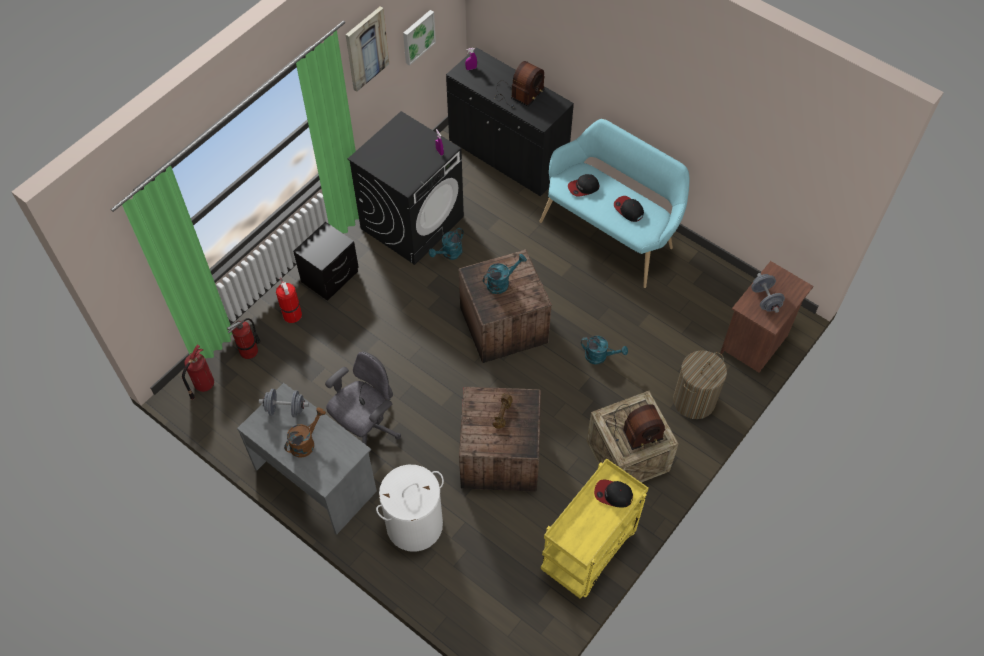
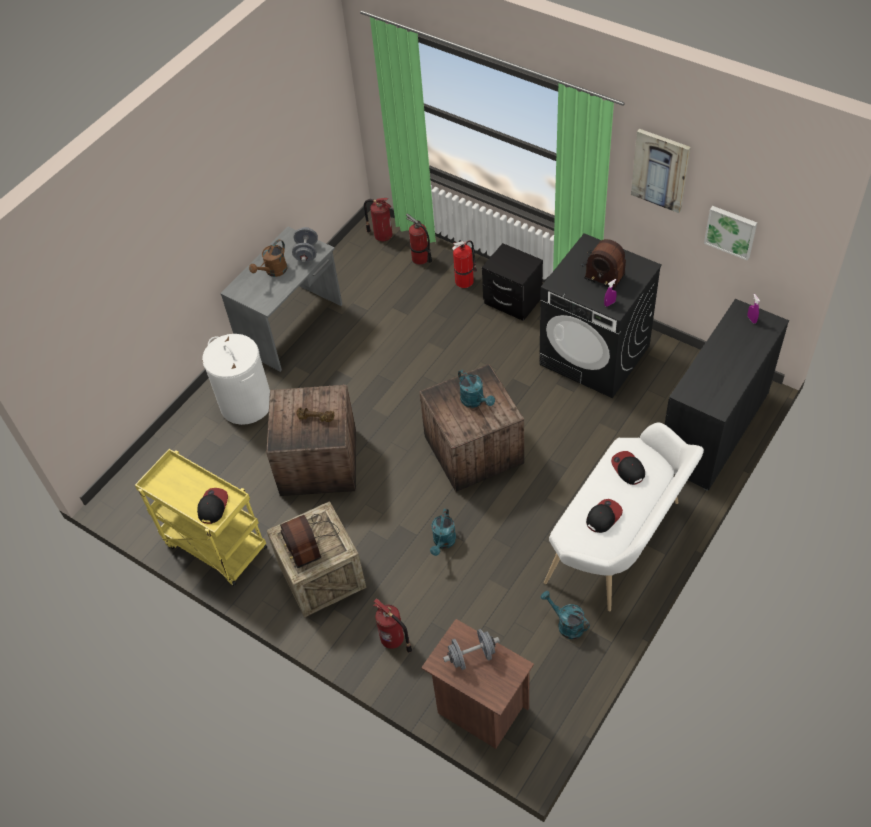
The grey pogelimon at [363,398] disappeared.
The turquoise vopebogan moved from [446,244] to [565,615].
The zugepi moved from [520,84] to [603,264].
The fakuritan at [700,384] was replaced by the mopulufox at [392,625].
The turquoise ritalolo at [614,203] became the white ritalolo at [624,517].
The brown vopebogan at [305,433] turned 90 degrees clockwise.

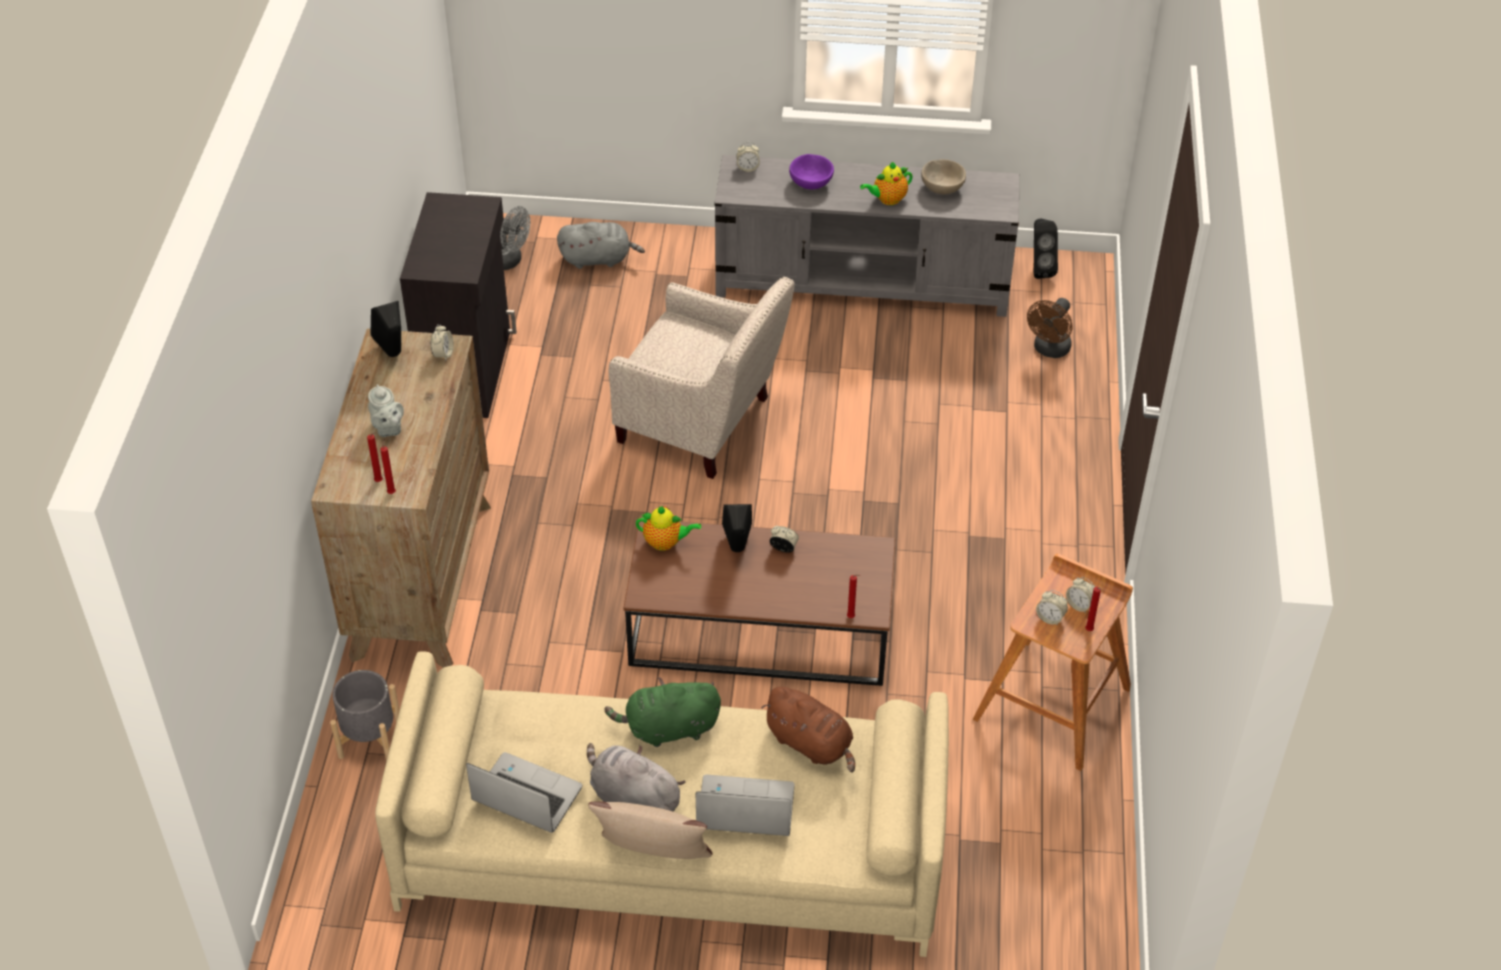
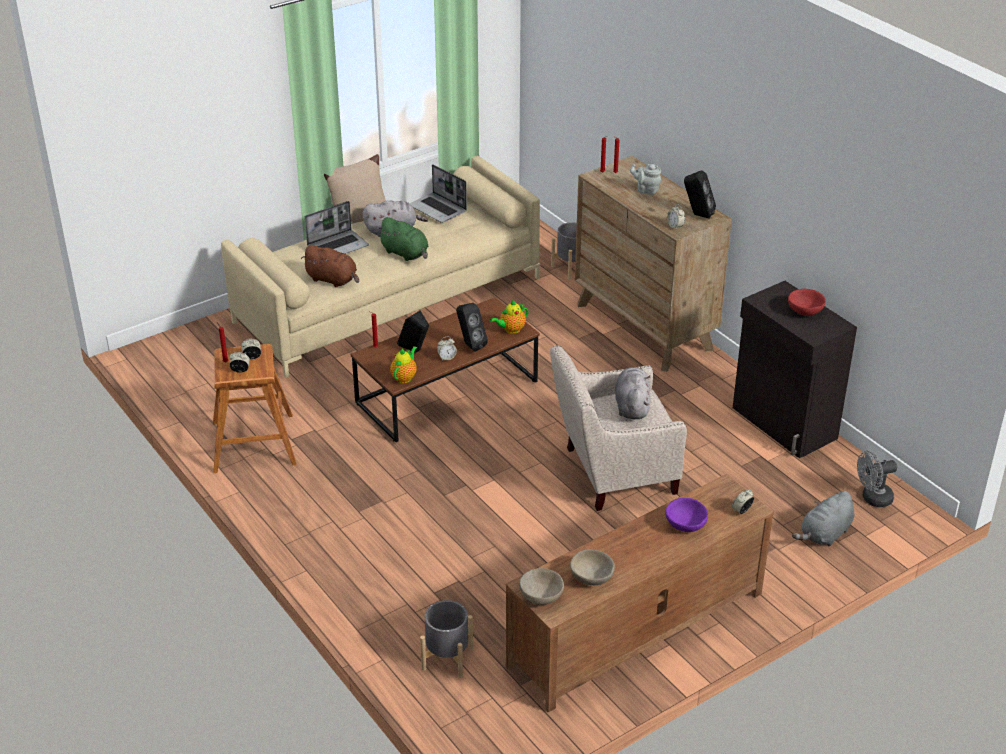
The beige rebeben at [541,586] appeared.
The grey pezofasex at [632,393] appeared.
The red rebeben at [807,302] appeared.
The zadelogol moved from [886,183] to [403,364].
The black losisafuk moved from [1046,249] to [413,331].
The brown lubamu at [1050,328] was replaced by the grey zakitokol at [446,639].
The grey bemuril at [866,236] became the brown bemuril at [640,593].
The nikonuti at [524,792] turned 60 degrees clockwise.
The green pezofasex at [662,712] turned 90 degrees clockwise.
The brown pezofasex at [808,730] turned 150 degrees counterclockwise.

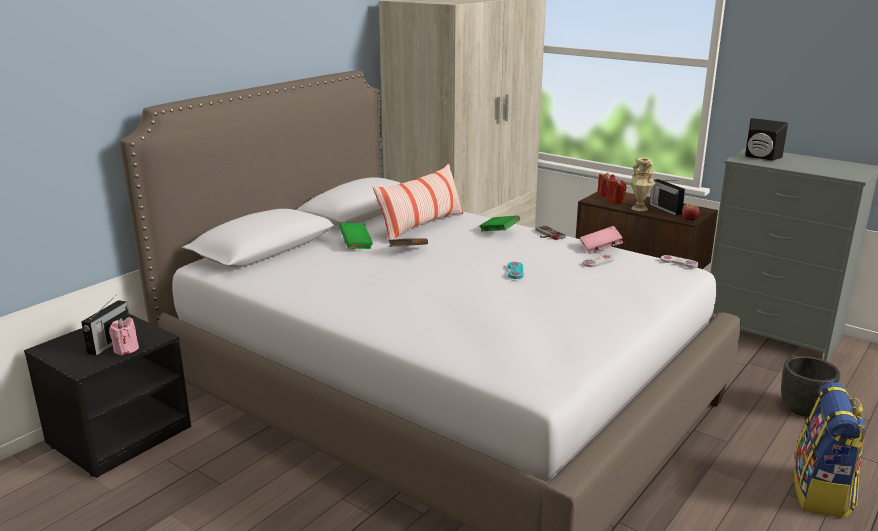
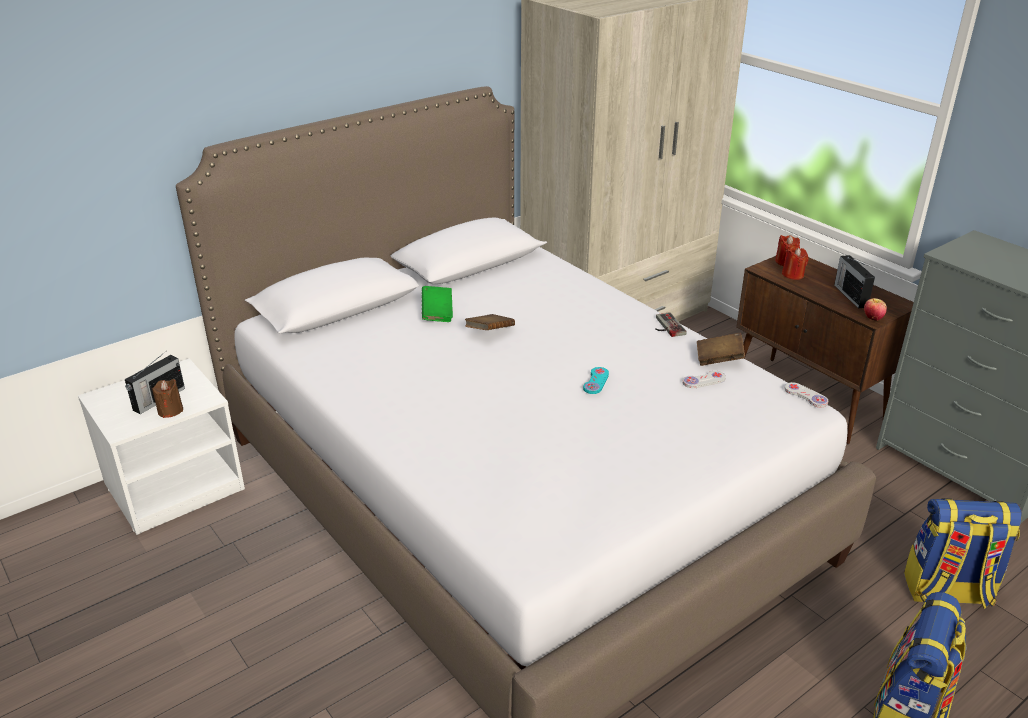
The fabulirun at [418,203] disappeared.
The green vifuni at [499,223] disappeared.
The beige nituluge at [642,184] disappeared.
The black losisafuk at [766,139] disappeared.
The black zakitokol at [810,386] was replaced by the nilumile at [963,553].
The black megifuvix at [107,396] became the white megifuvix at [161,446].
The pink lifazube at [124,336] became the brown lifazube at [167,398].
The pink vifuni at [601,240] became the brown vifuni at [721,349].

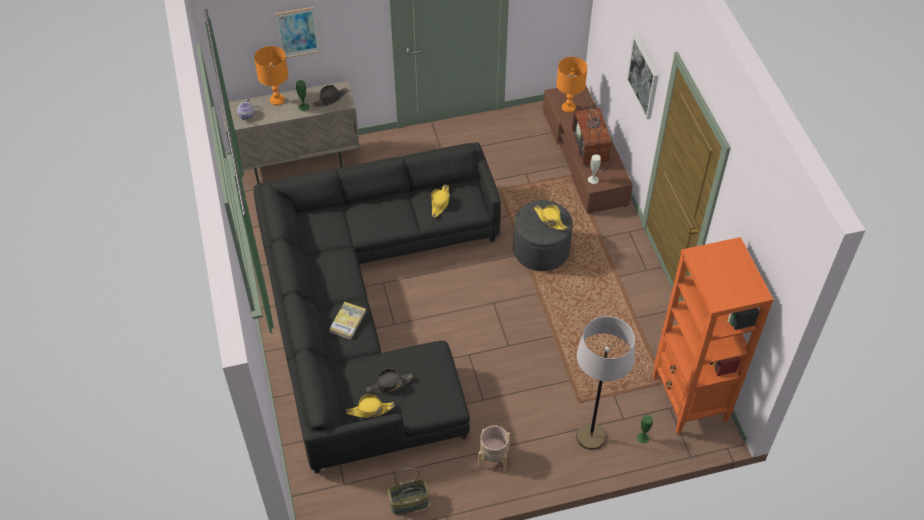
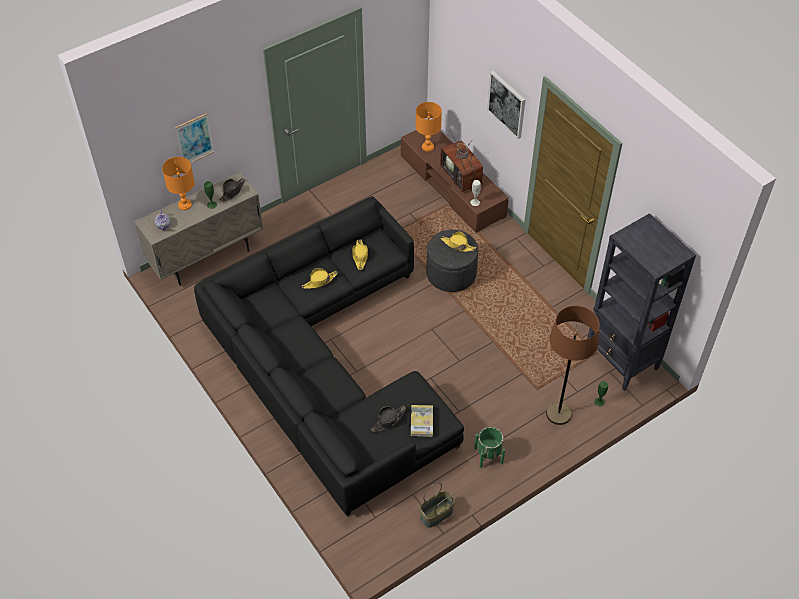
The vifuni moved from [347,320] to [422,421].
The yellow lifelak moved from [370,406] to [320,278].
The beige zakitokol at [494,449] became the green zakitokol at [489,447].
The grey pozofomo at [605,383] became the brown pozofomo at [573,365].
The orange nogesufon at [713,335] became the black nogesufon at [641,302].

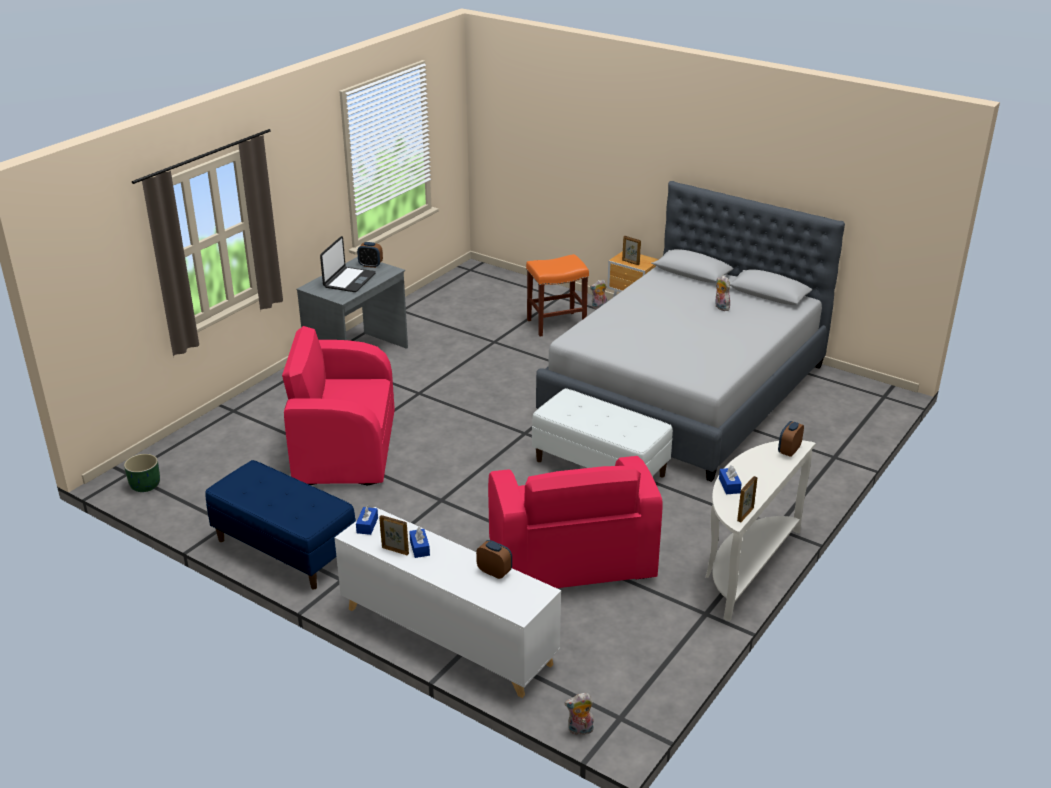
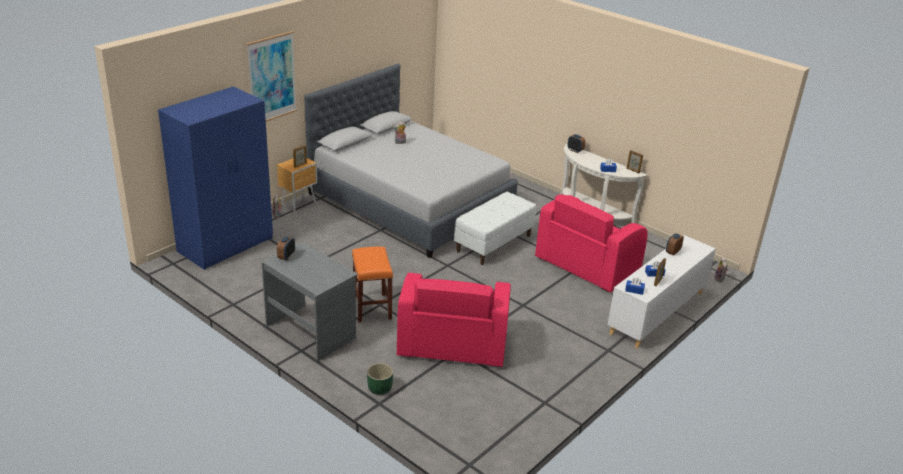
The blue ritalolo at [280,524] disappeared.
The nikonuti at [348,264] disappeared.
The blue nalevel at [215,178] appeared.
The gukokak at [271,76] appeared.
The green zakitokol moved from [142,473] to [380,379].
The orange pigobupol moved from [557,295] to [372,285].
The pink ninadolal at [575,522] turned 135 degrees clockwise.

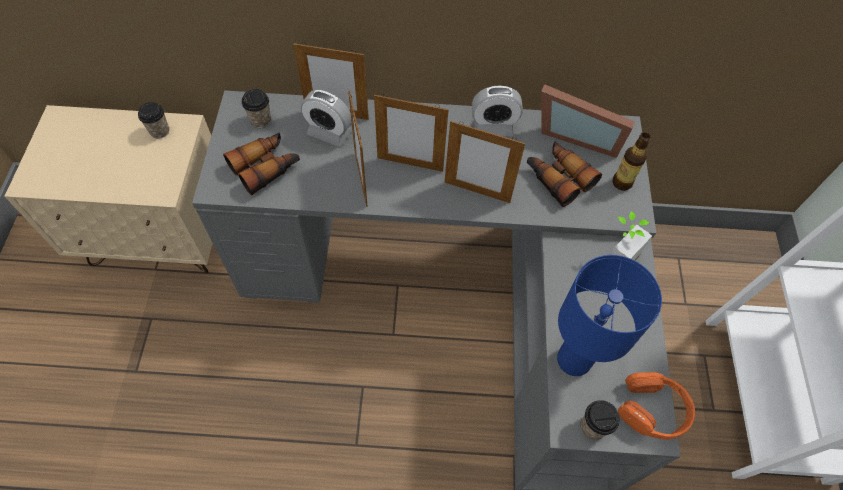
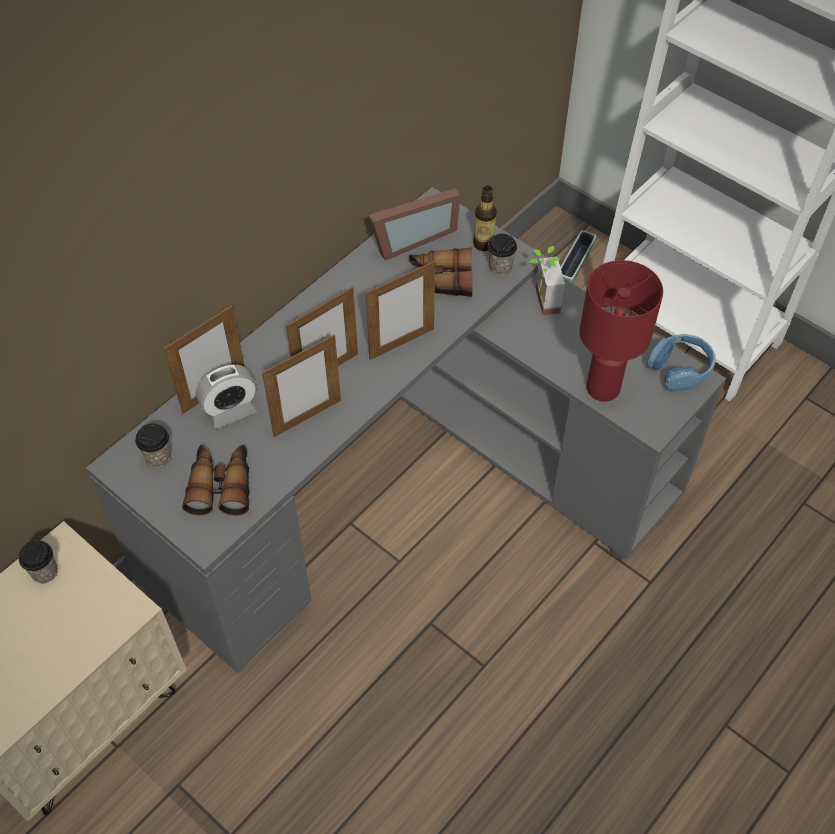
The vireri at [497,110] disappeared.
The zakitokol at [579,256] appeared.
The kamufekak moved from [600,420] to [502,255].
The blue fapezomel at [609,315] became the red fapezomel at [621,330].
The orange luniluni at [656,406] became the blue luniluni at [681,363].
The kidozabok at [358,148] turned 60 degrees counterclockwise.

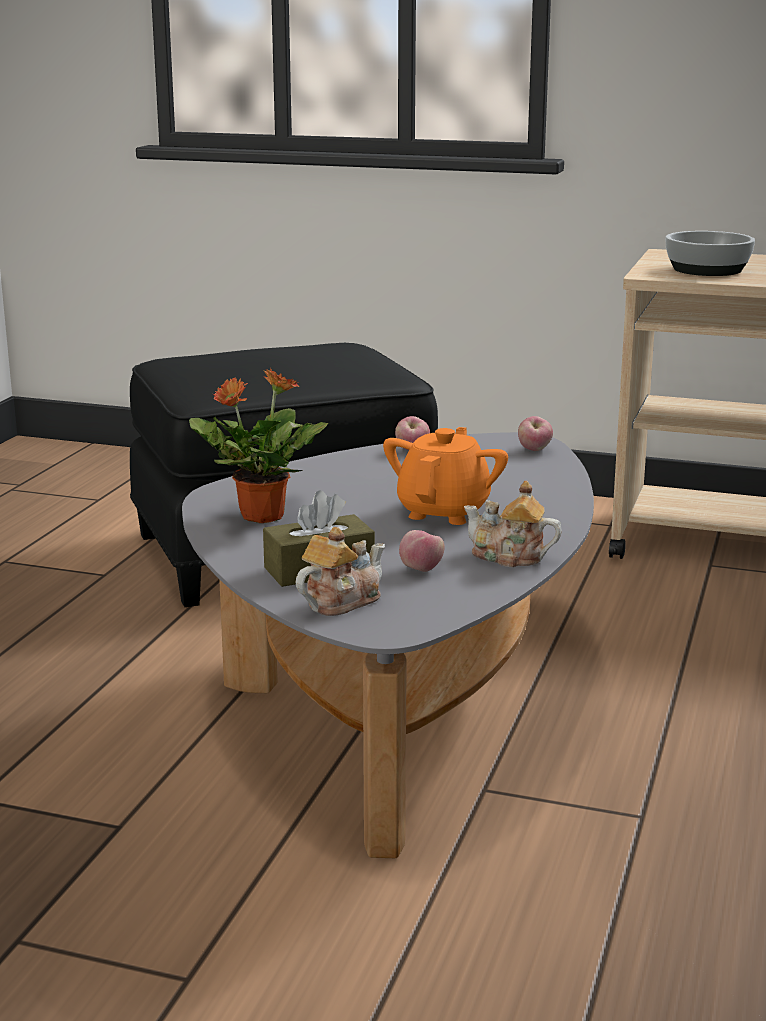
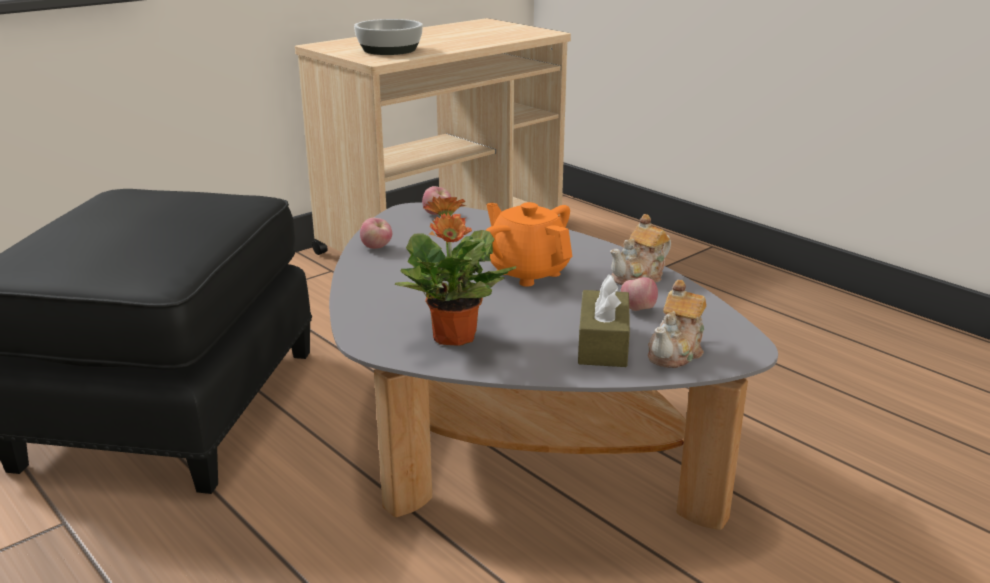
The zadelogol at [340,571] turned 135 degrees counterclockwise.

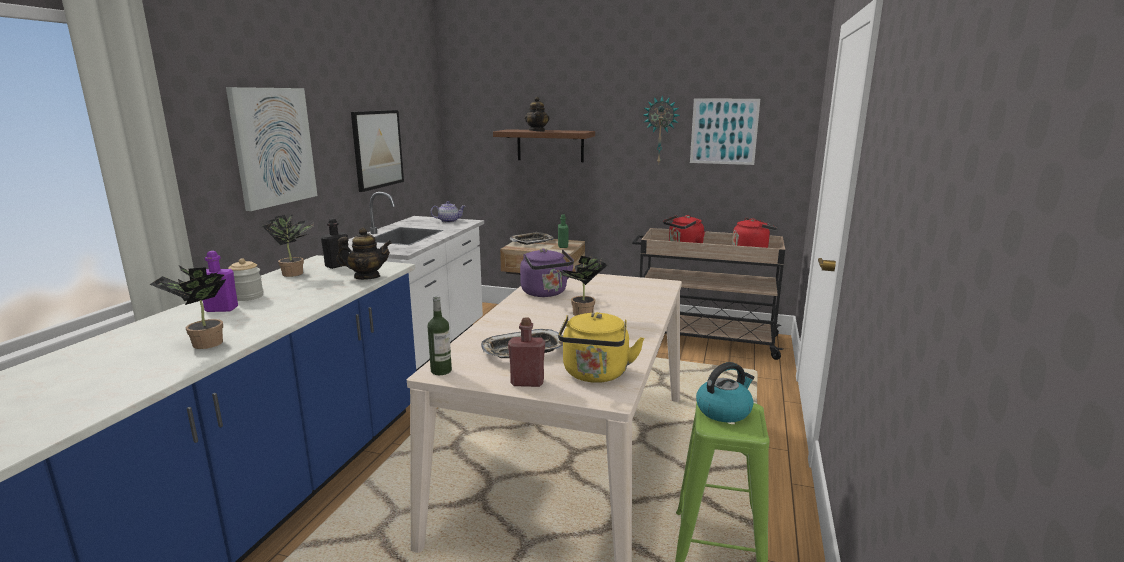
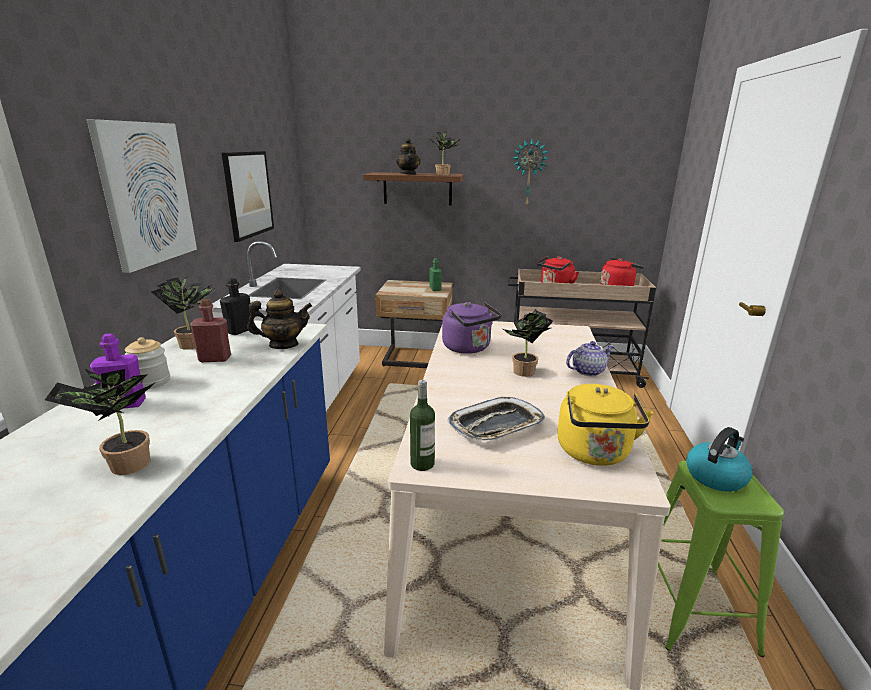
The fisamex at [532,238] disappeared.
The gukokak at [725,132] disappeared.
The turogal at [445,153] appeared.
The zadelogol moved from [448,212] to [590,358].
The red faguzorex moved from [526,352] to [210,330].

